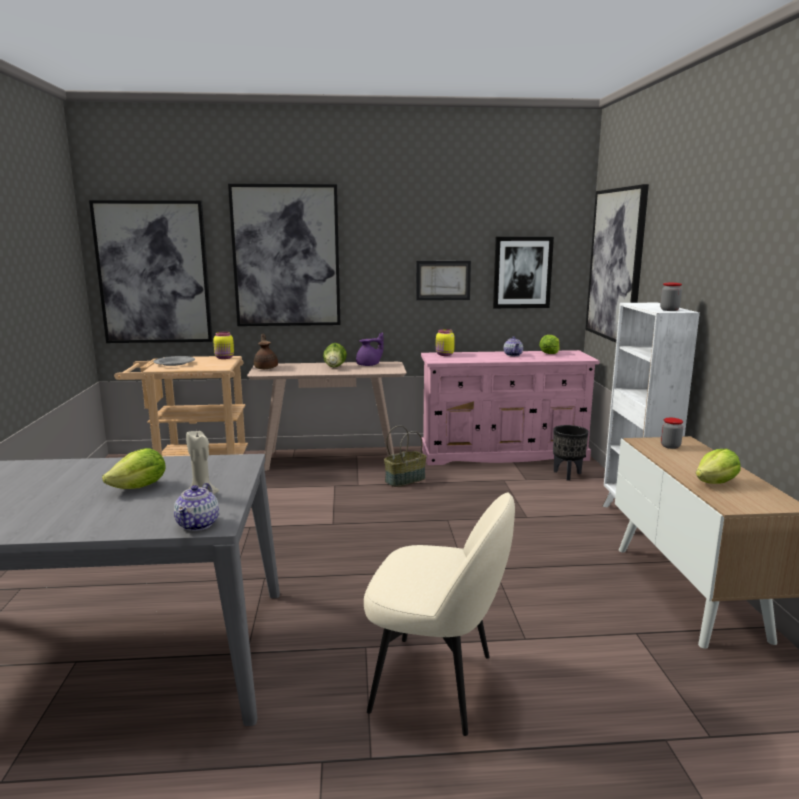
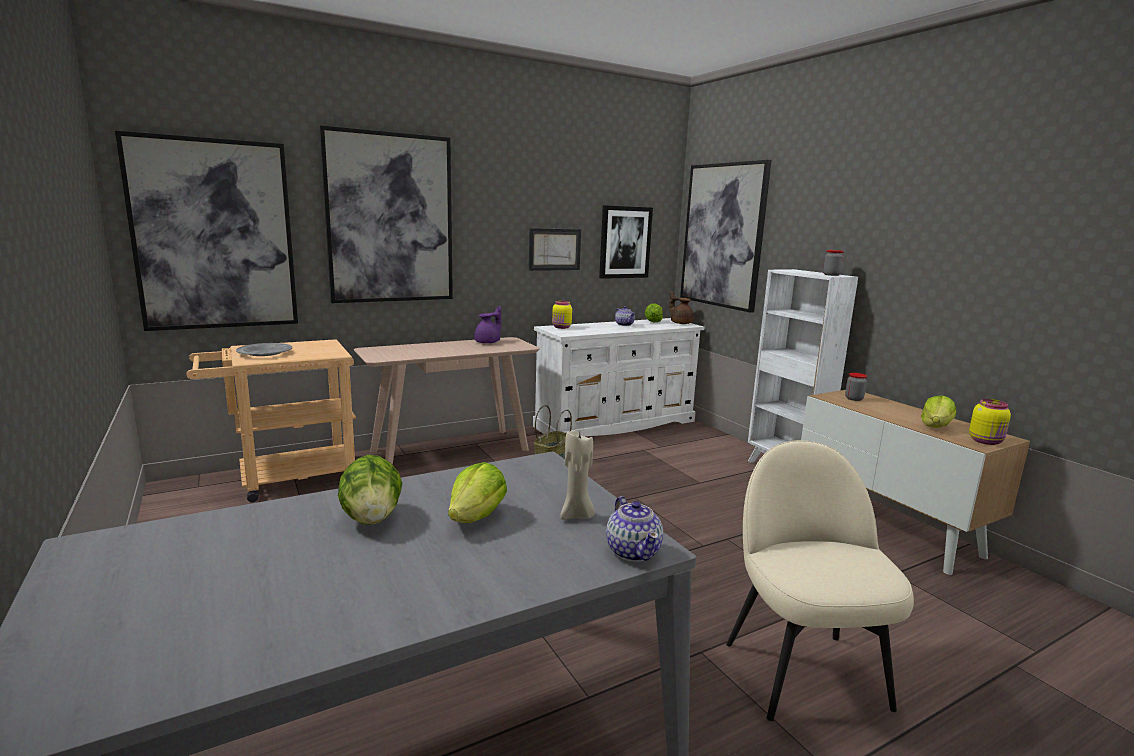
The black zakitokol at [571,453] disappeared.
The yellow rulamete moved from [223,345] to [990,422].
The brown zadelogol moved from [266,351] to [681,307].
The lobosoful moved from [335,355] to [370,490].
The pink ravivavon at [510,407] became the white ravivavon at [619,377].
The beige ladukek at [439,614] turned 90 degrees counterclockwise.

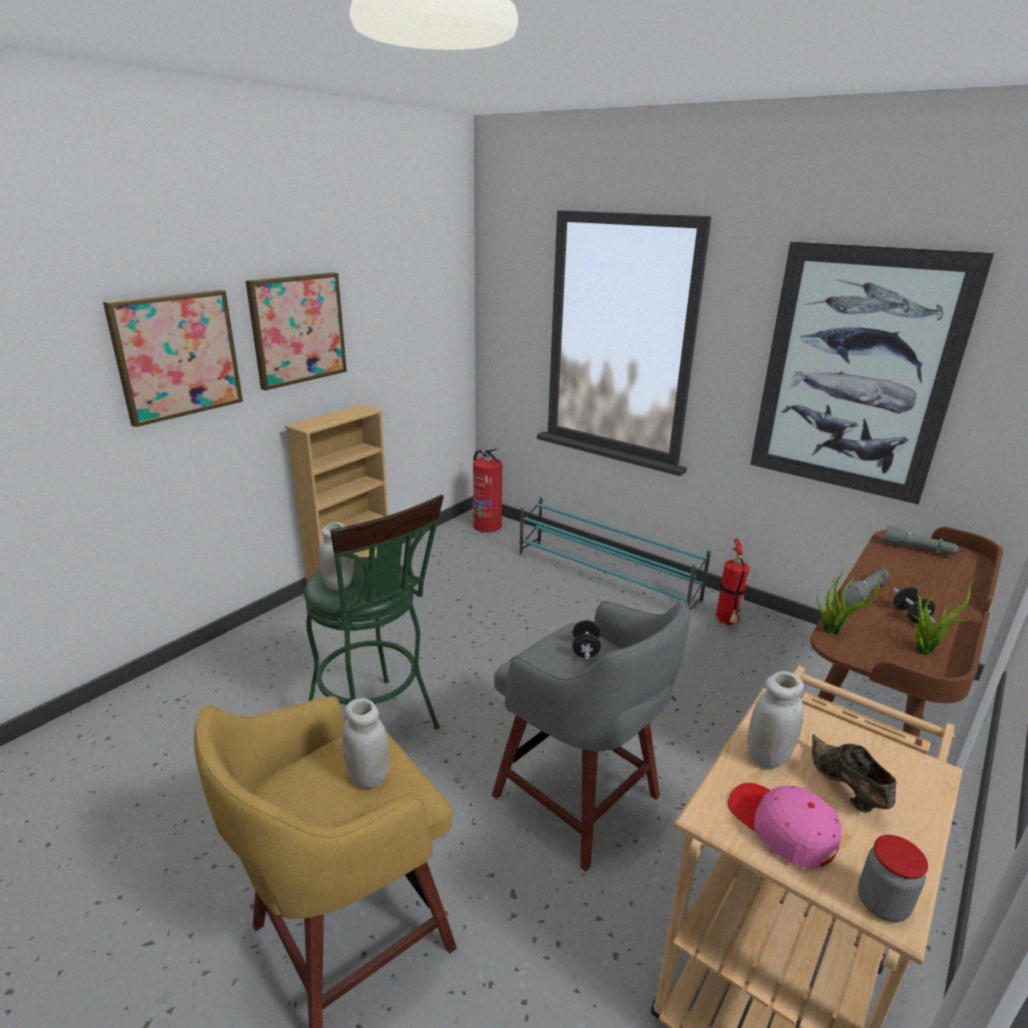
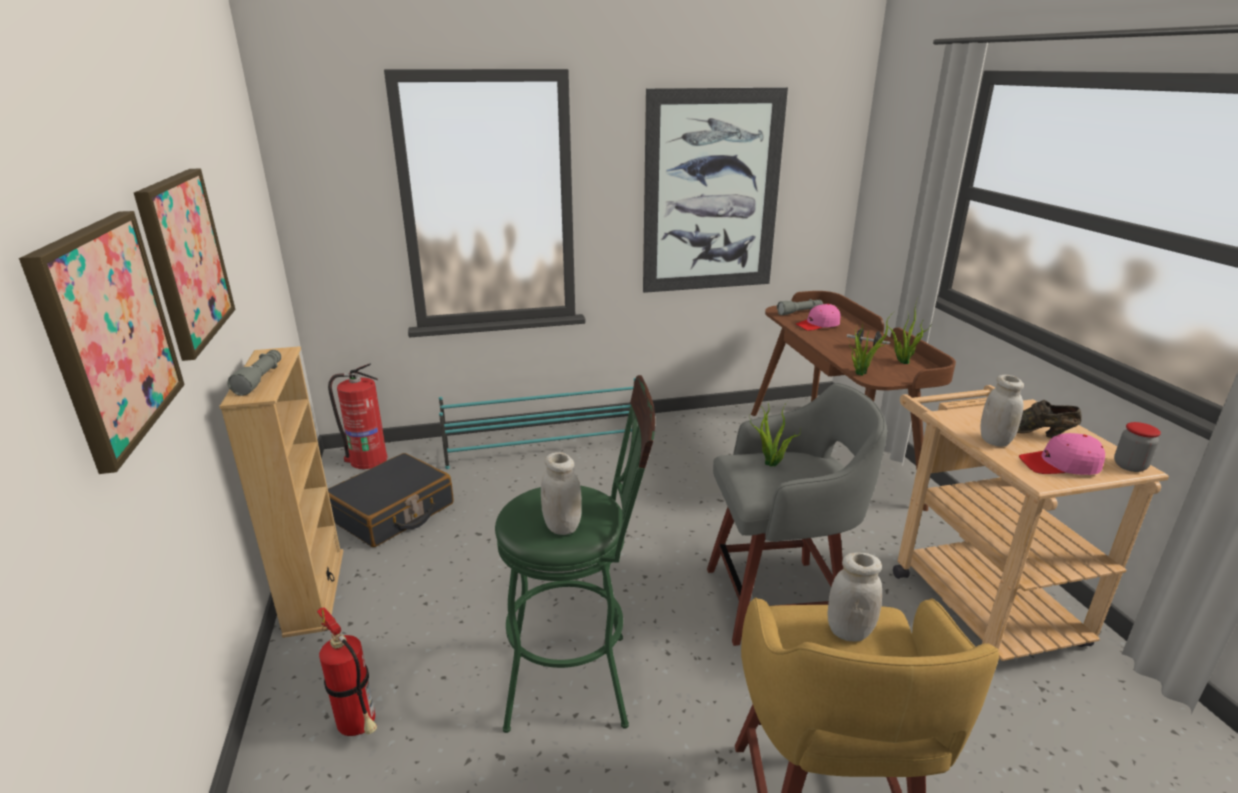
The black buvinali at [391,500] appeared.
The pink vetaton at [818,317] appeared.
The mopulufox moved from [732,581] to [347,672].
The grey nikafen moved from [865,587] to [254,373].
The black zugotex at [586,639] was replaced by the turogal at [775,434].

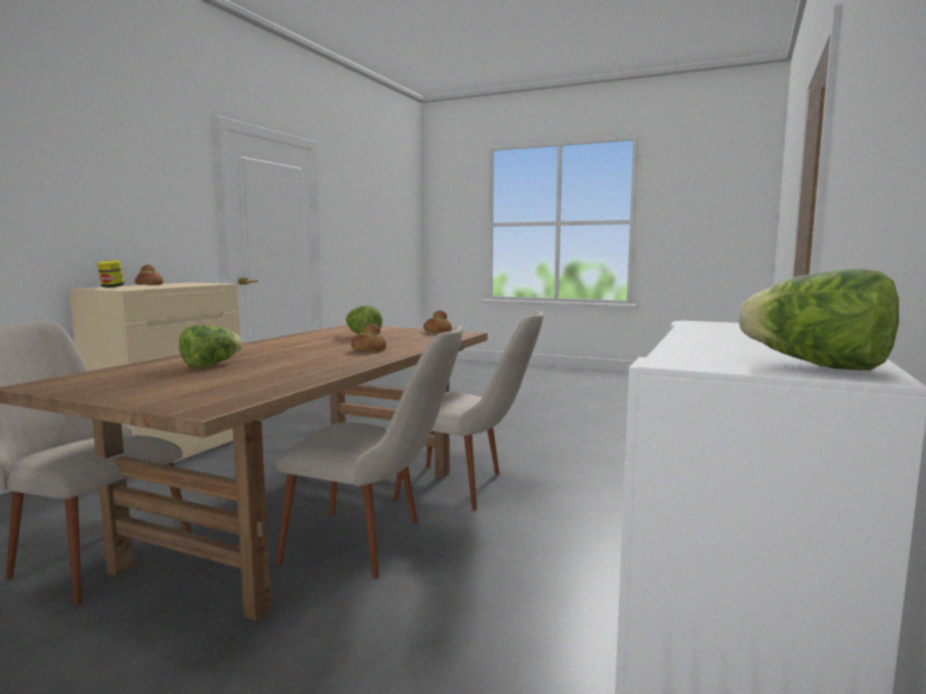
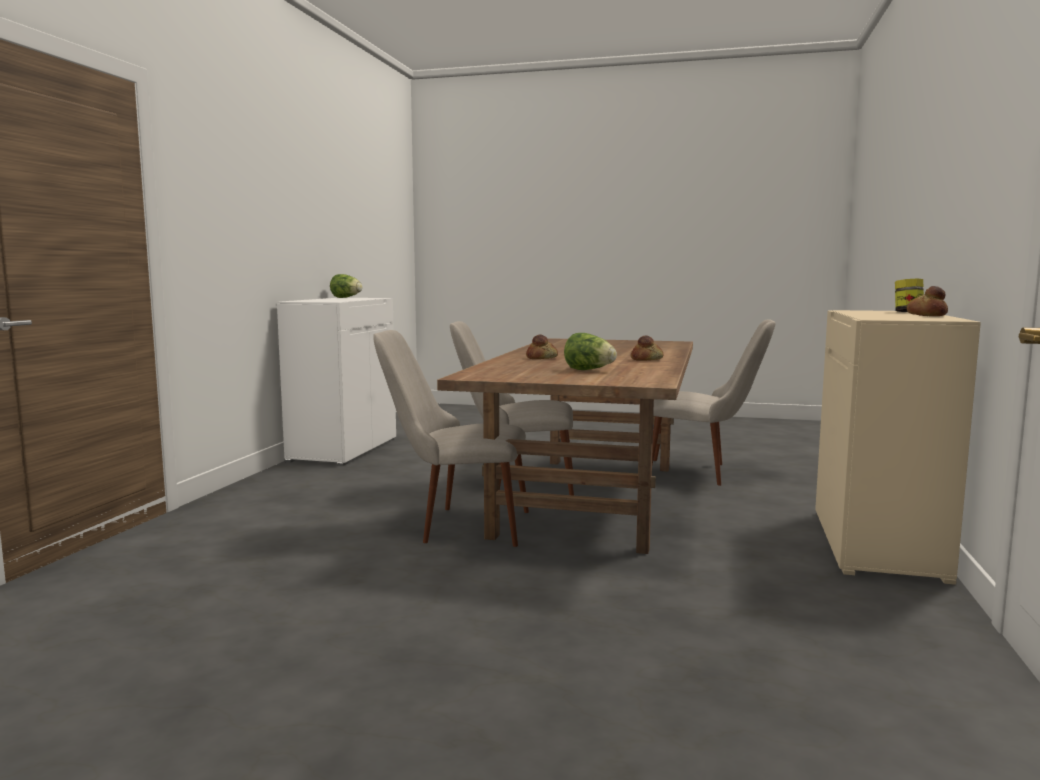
The lobosoful at [211,346] disappeared.
The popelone moved from [438,321] to [647,348].

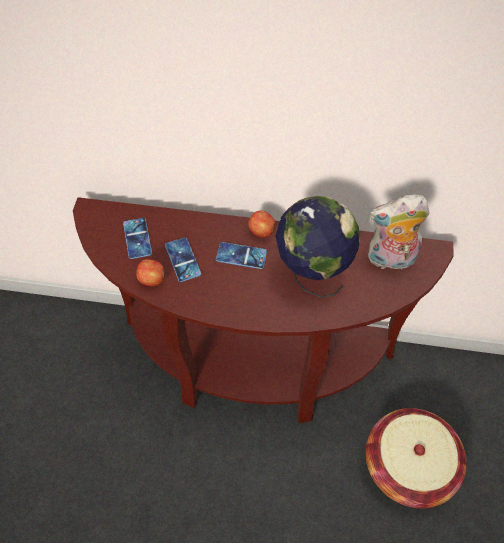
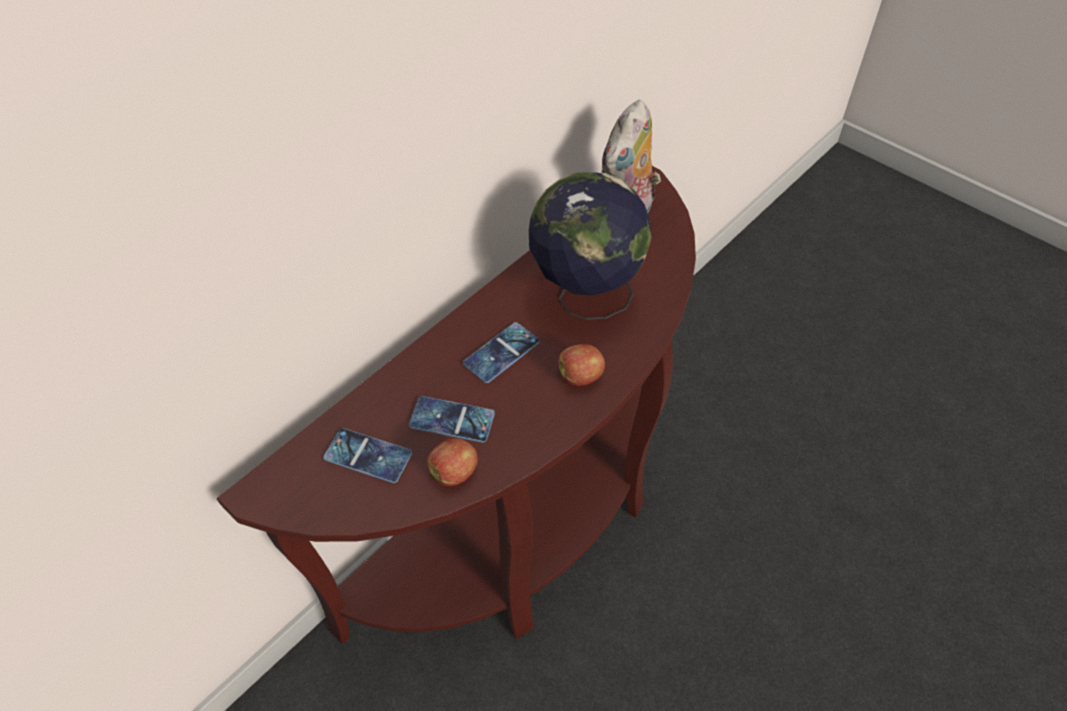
The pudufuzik at [416,458] disappeared.
The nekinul moved from [261,224] to [581,365].

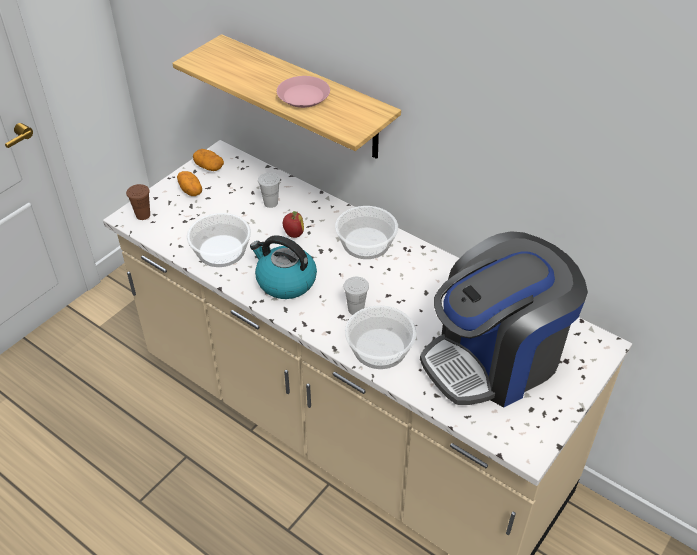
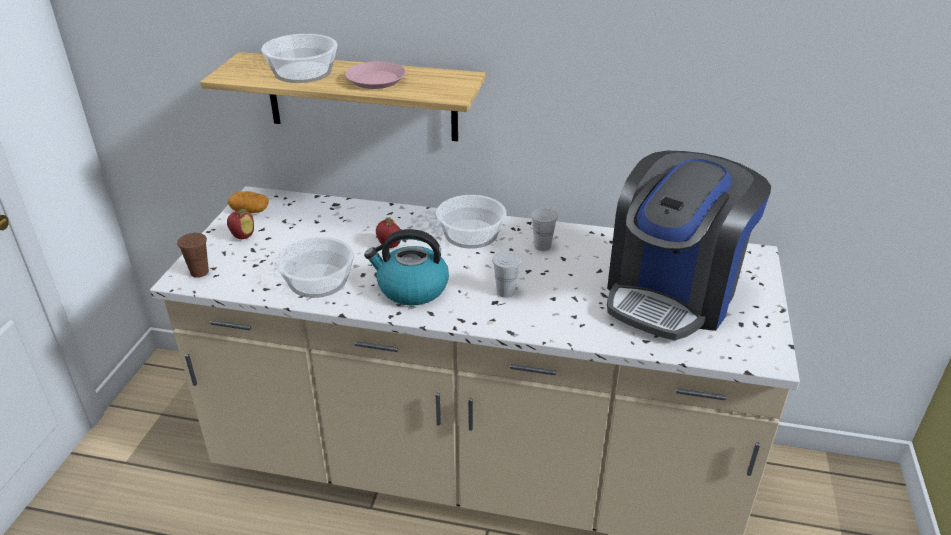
The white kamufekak moved from [269,190] to [544,229].
The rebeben moved from [381,337] to [299,58].
The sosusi at [189,183] was replaced by the nekinul at [240,224].

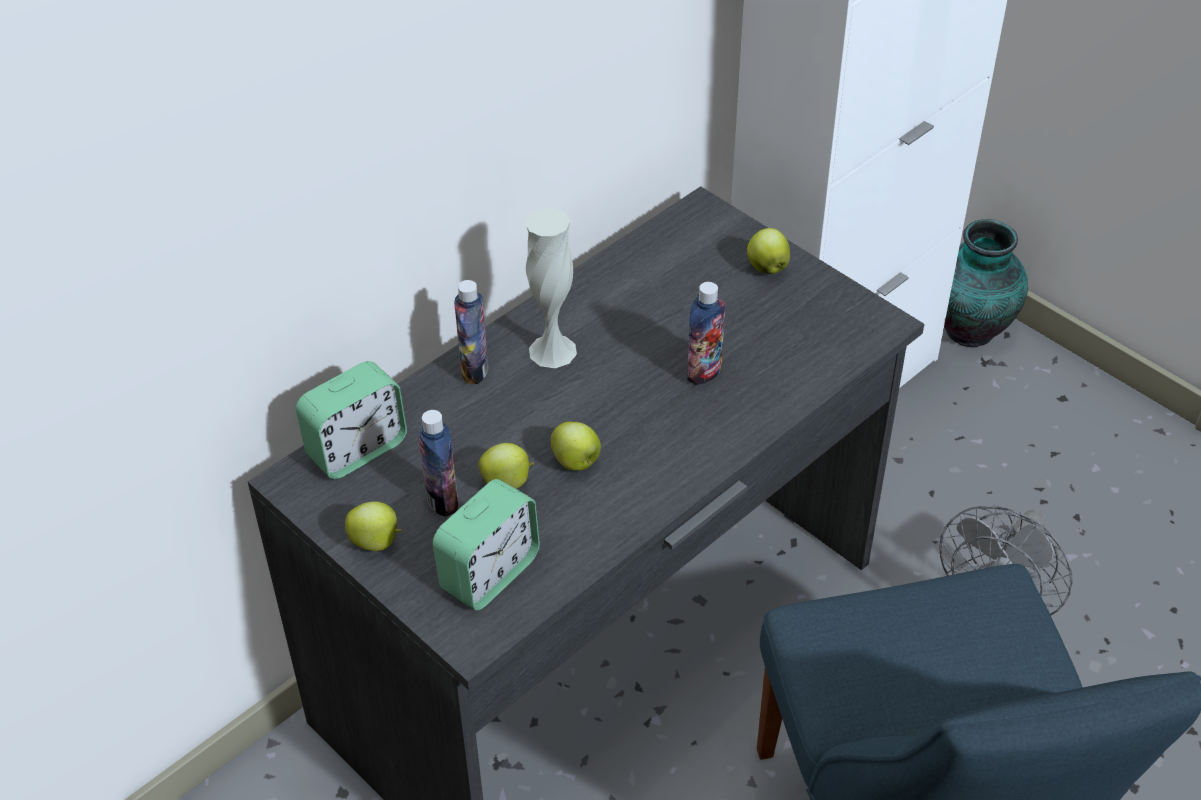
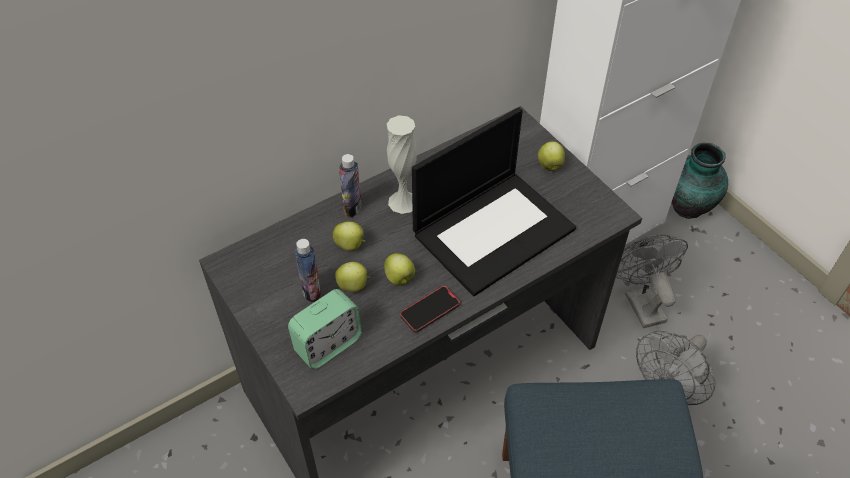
The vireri at [351,420] disappeared.
The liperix at [430,309] appeared.
The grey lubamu at [652,281] appeared.
The nekinul moved from [373,526] to [349,236].
The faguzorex at [706,333] was replaced by the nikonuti at [494,201].

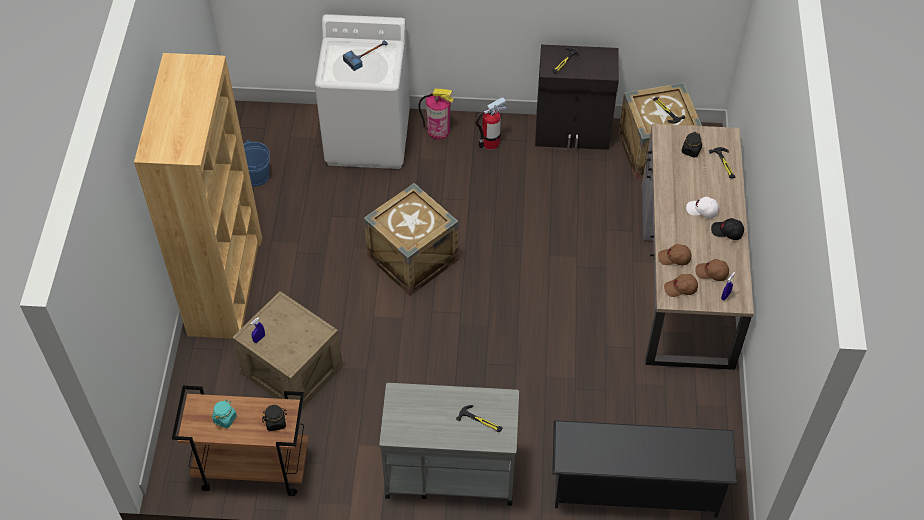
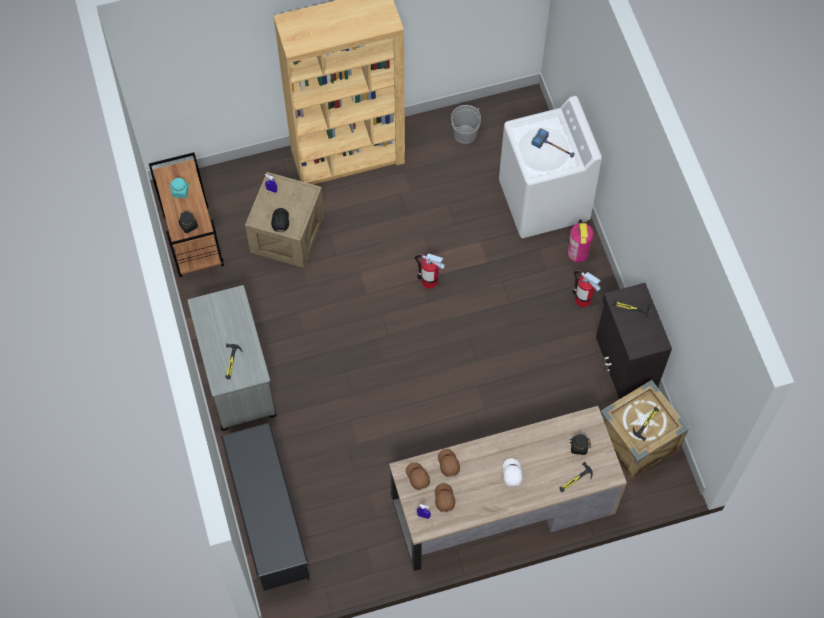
The black vetaton moved from [727,229] to [280,220].
The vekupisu at [411,239] was replaced by the mopulufox at [430,271].
The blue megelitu at [256,163] became the grey megelitu at [466,124].

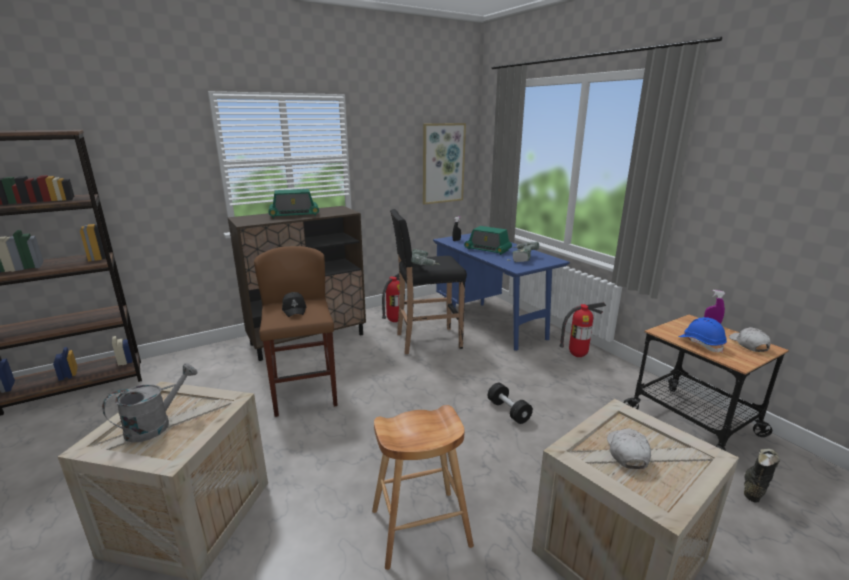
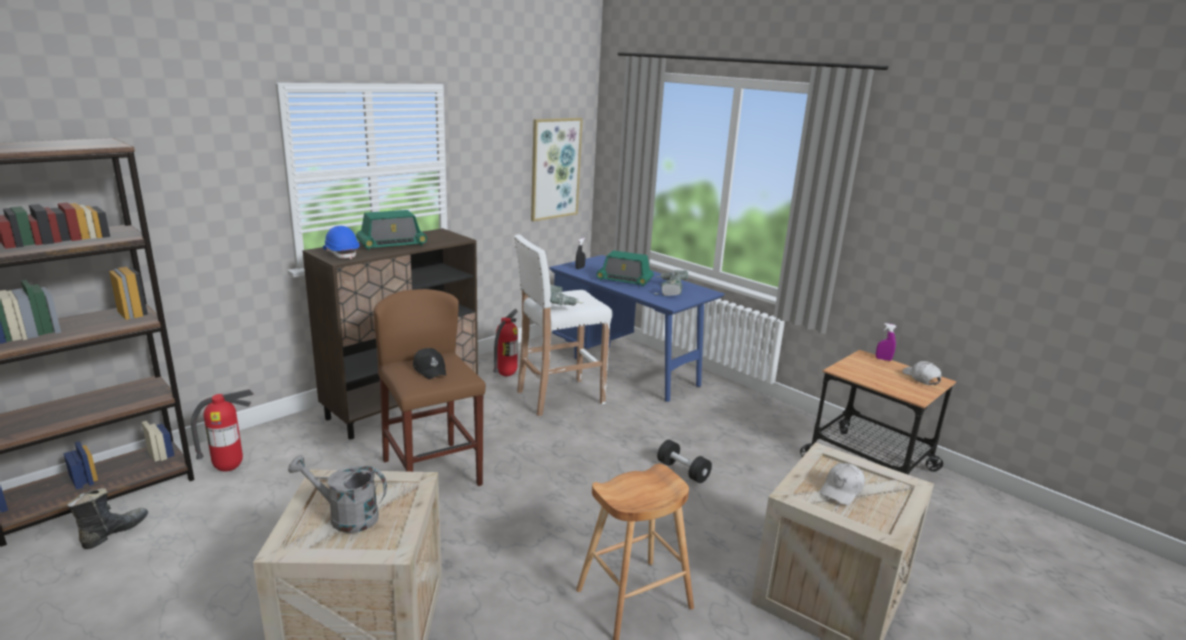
The mopulufox moved from [583,329] to [222,430].
The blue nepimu moved from [703,335] to [341,242].
The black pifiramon moved from [762,475] to [108,518].
The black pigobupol at [428,281] became the white pigobupol at [563,325].
The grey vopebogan at [150,403] turned 105 degrees counterclockwise.
The white vetaton at [629,448] turned 135 degrees counterclockwise.

